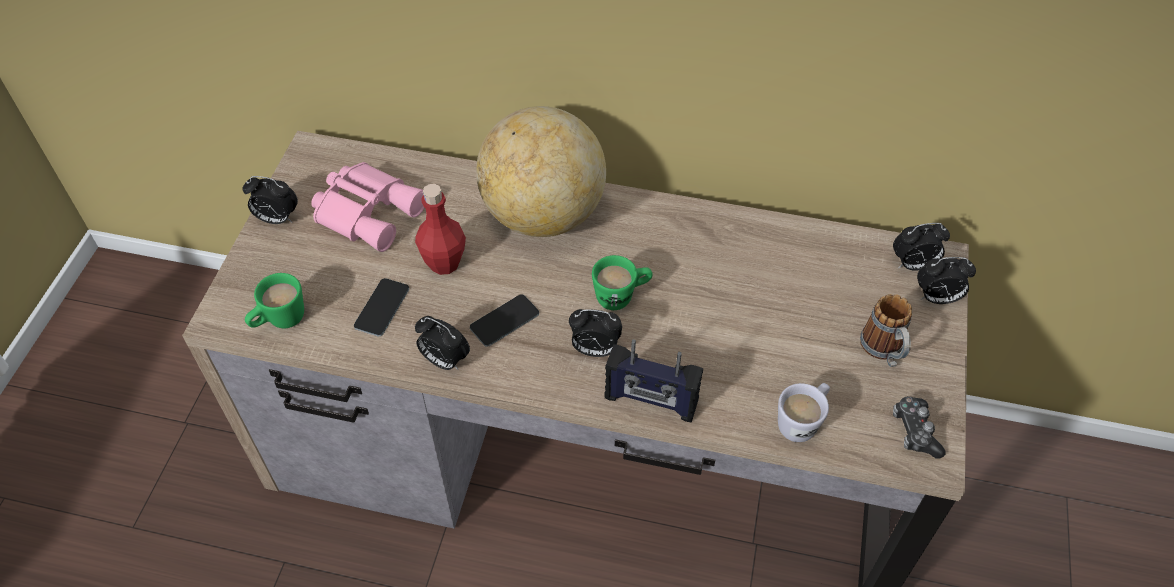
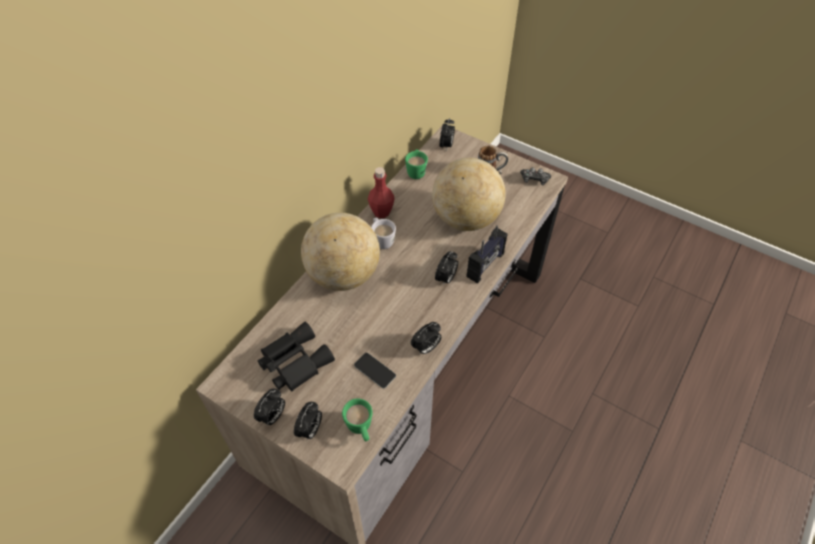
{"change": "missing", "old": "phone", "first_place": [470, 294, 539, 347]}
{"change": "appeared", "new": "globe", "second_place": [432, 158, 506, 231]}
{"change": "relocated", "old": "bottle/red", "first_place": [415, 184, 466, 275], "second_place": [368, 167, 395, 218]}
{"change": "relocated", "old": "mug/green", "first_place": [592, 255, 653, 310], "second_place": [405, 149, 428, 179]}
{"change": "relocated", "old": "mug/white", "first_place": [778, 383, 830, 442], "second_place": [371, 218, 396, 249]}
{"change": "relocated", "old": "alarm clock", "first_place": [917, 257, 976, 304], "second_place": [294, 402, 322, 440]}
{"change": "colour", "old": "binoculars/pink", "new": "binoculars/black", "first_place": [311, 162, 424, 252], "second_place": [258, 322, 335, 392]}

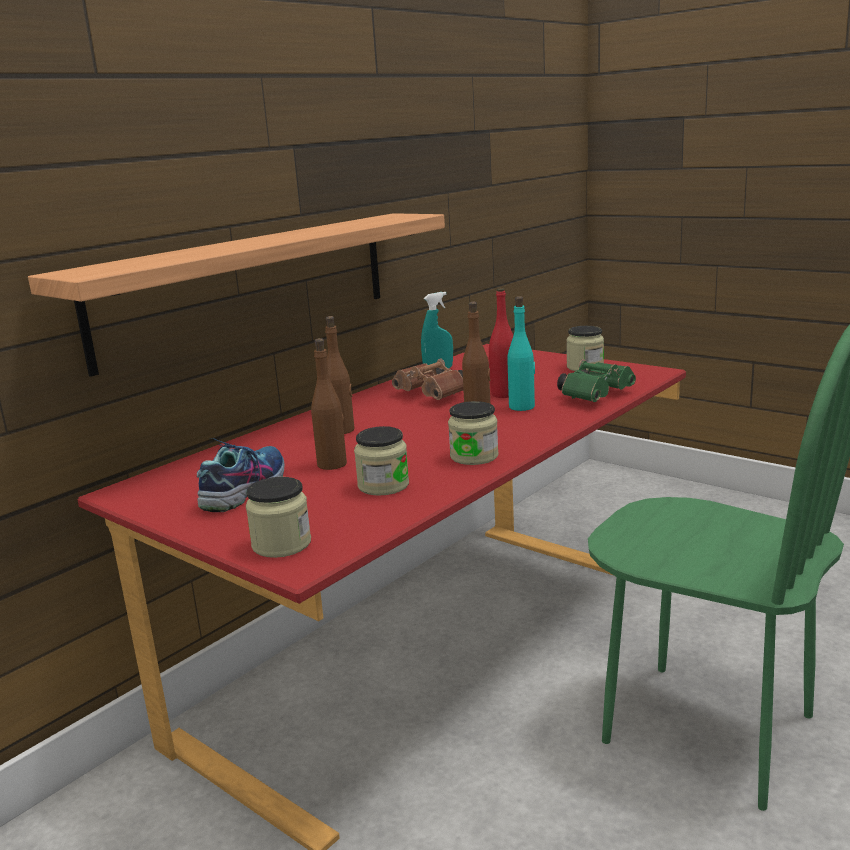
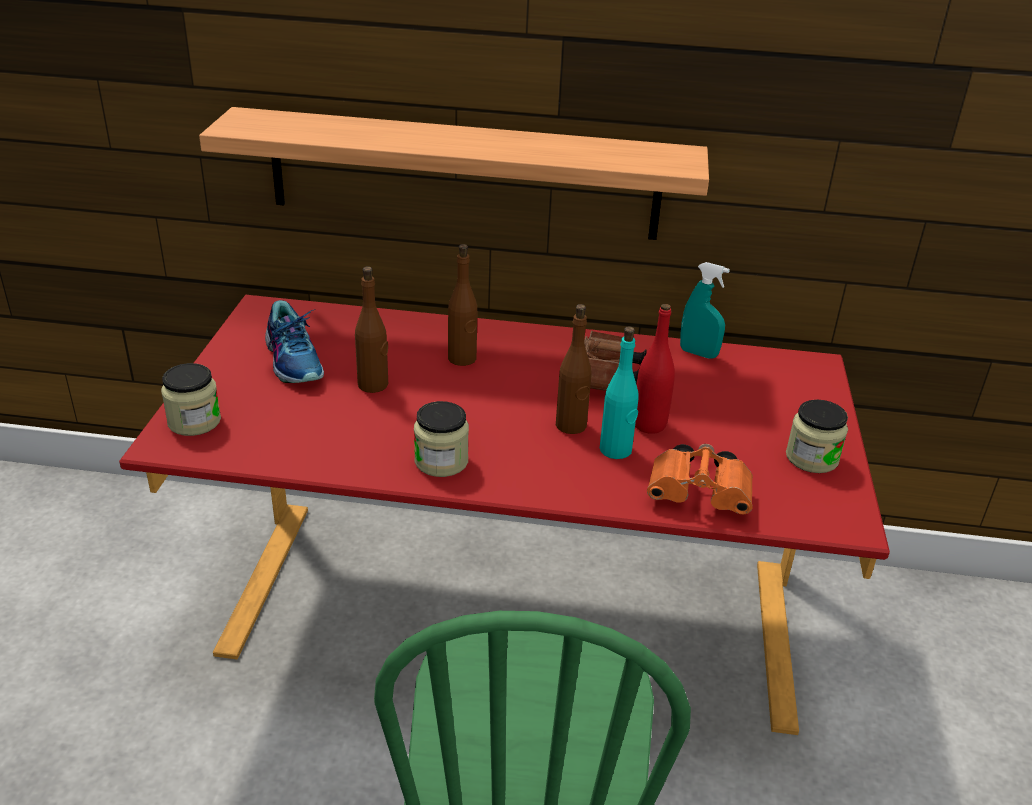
{"change": "missing", "old": "jar", "first_place": [354, 426, 409, 496]}
{"change": "colour", "old": "binoculars/green", "new": "binoculars/orange", "first_place": [557, 359, 636, 402], "second_place": [647, 444, 753, 514]}
{"change": "spun", "old": "shoe", "first_place": [197, 438, 285, 512], "second_place": [265, 300, 324, 383], "degrees": 75}

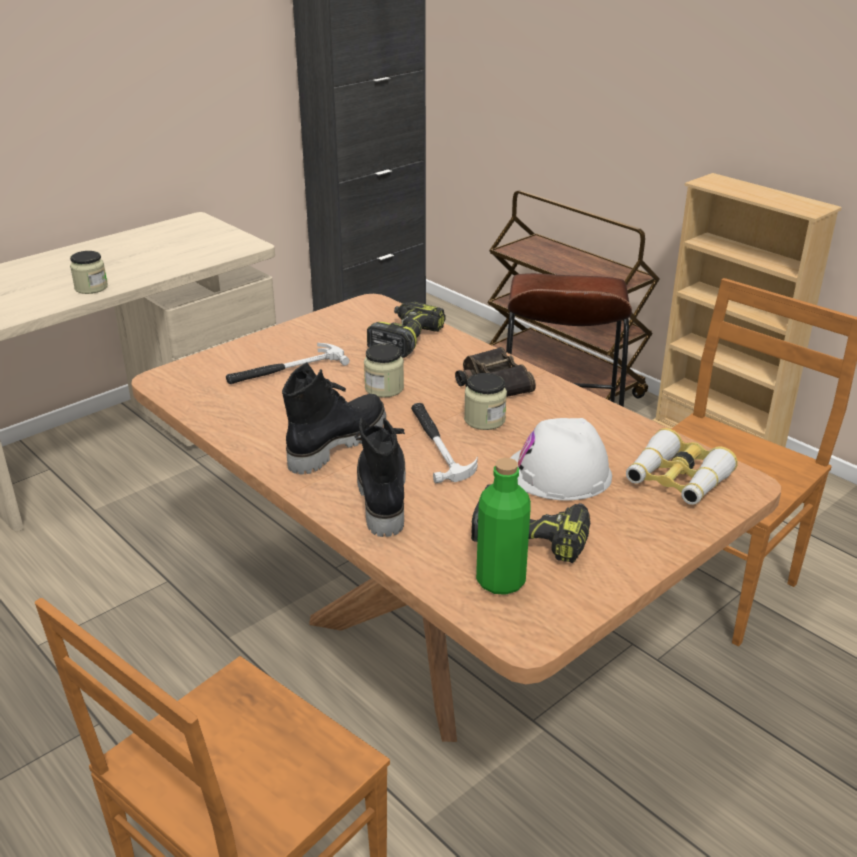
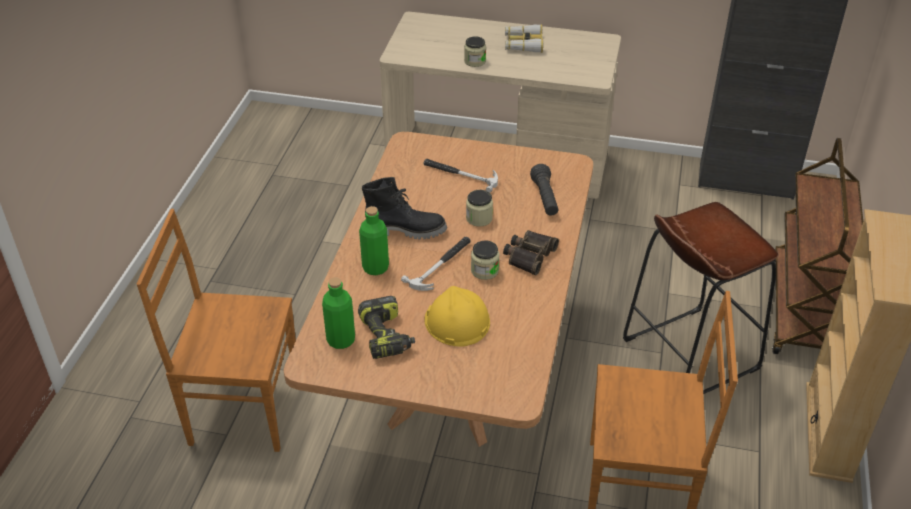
{"change": "relocated", "old": "binoculars", "first_place": [626, 428, 738, 505], "second_place": [505, 24, 543, 53]}
{"change": "exchanged", "old": "boot/black", "new": "bottle/green", "first_place": [355, 418, 406, 537], "second_place": [359, 206, 389, 275]}
{"change": "exchanged", "old": "power drill", "new": "flashlight/black", "first_place": [367, 301, 446, 358], "second_place": [530, 164, 558, 216]}
{"change": "colour", "old": "hard hat/white", "new": "hard hat/yellow", "first_place": [510, 418, 612, 500], "second_place": [424, 286, 490, 347]}

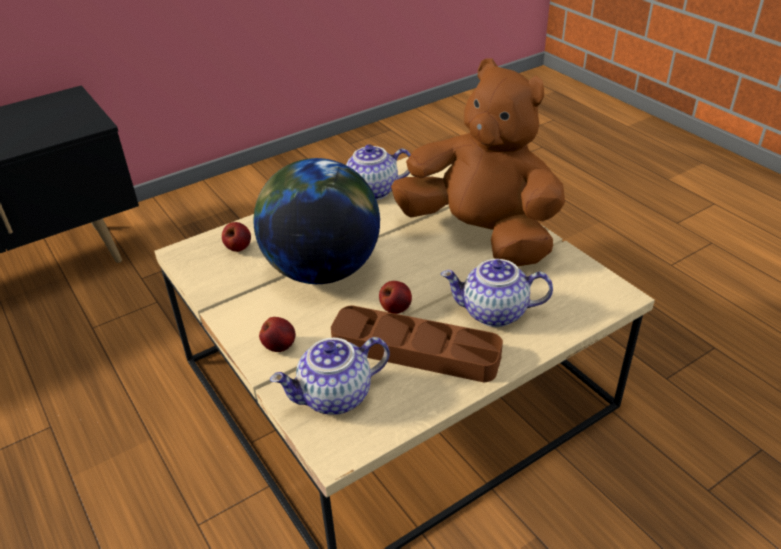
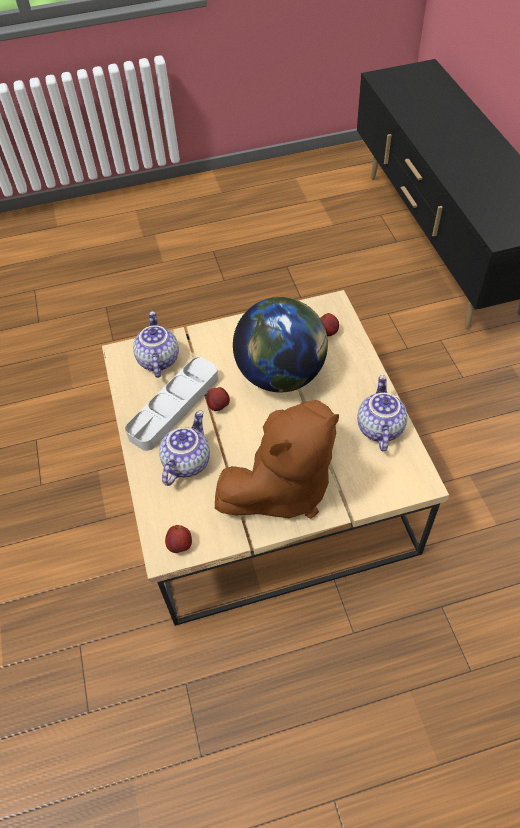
{"change": "relocated", "old": "apple", "first_place": [259, 317, 295, 352], "second_place": [165, 525, 192, 553]}
{"change": "colour", "old": "tray/brown", "new": "tray/grey", "first_place": [331, 305, 503, 382], "second_place": [125, 357, 219, 451]}

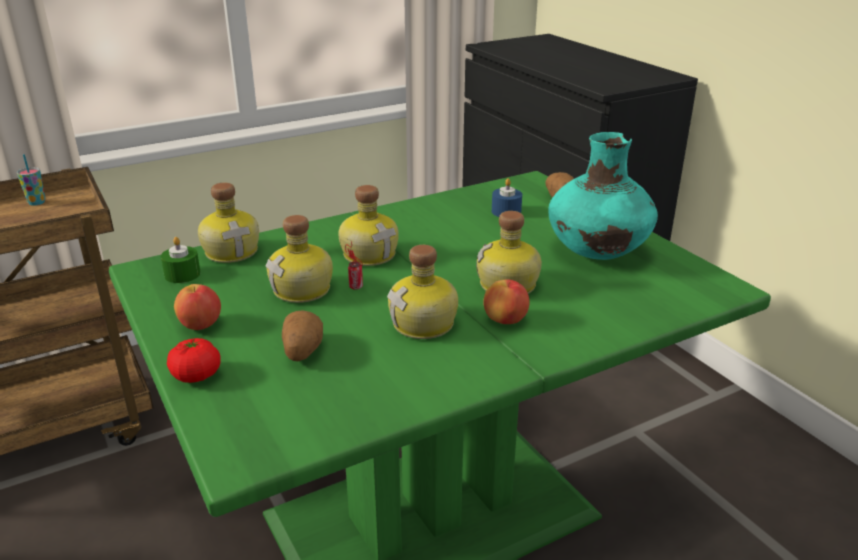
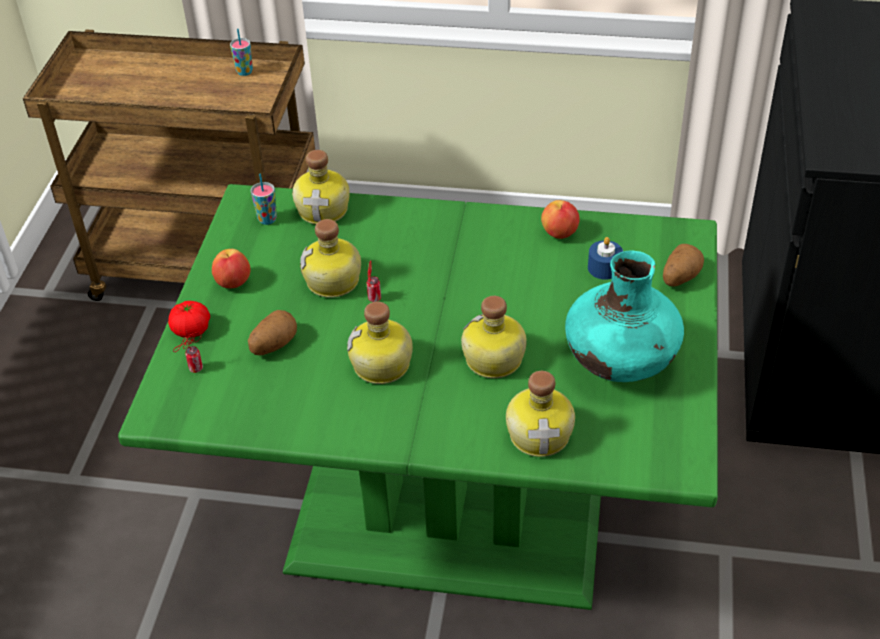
{"change": "appeared", "new": "can", "second_place": [173, 330, 203, 373]}
{"change": "relocated", "old": "bottle", "first_place": [338, 185, 399, 266], "second_place": [506, 371, 575, 457]}
{"change": "relocated", "old": "apple", "first_place": [483, 279, 530, 324], "second_place": [541, 200, 579, 239]}
{"change": "exchanged", "old": "candle/green", "new": "cup", "first_place": [161, 237, 201, 283], "second_place": [251, 173, 277, 225]}

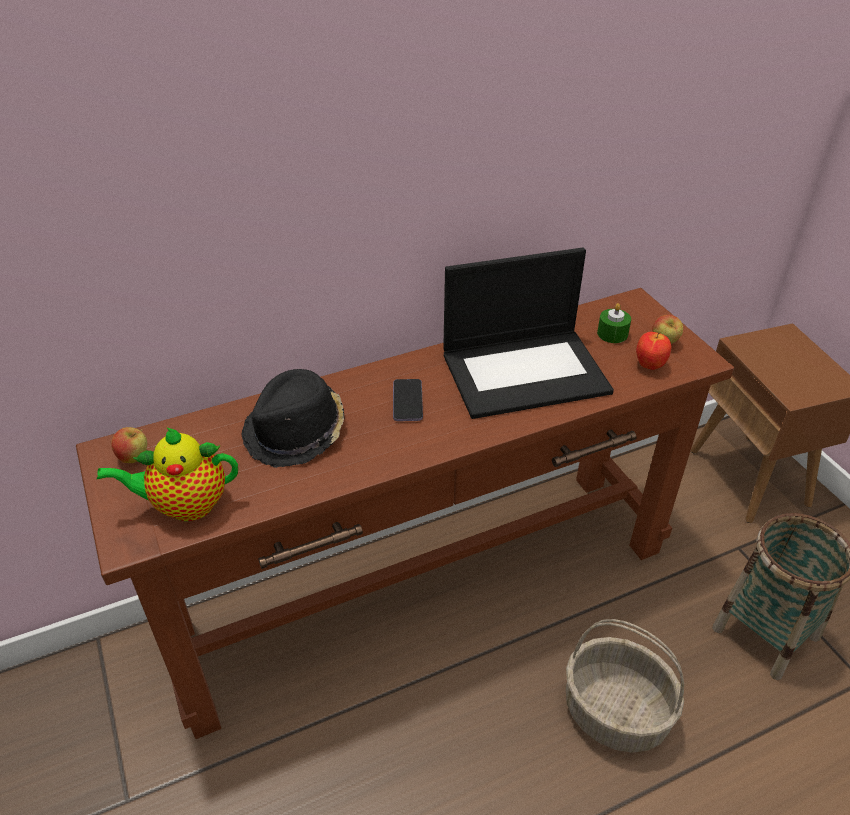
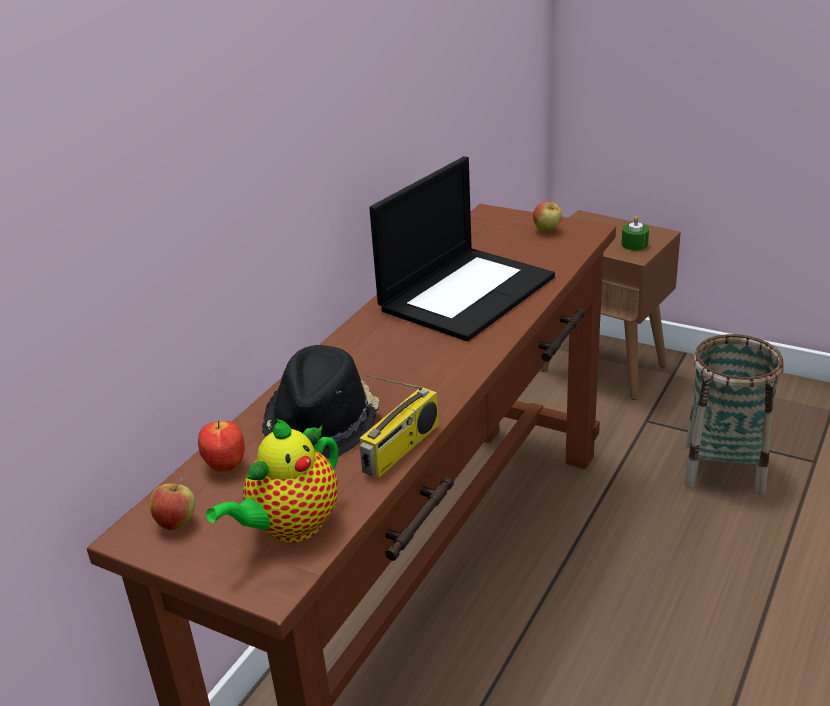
{"change": "missing", "old": "phone", "first_place": [393, 379, 423, 421]}
{"change": "missing", "old": "basket", "first_place": [566, 619, 684, 753]}
{"change": "appeared", "new": "radio", "second_place": [360, 375, 439, 478]}
{"change": "relocated", "old": "candle/green", "first_place": [597, 303, 631, 343], "second_place": [621, 216, 649, 250]}
{"change": "relocated", "old": "apple", "first_place": [636, 332, 671, 370], "second_place": [198, 421, 245, 472]}

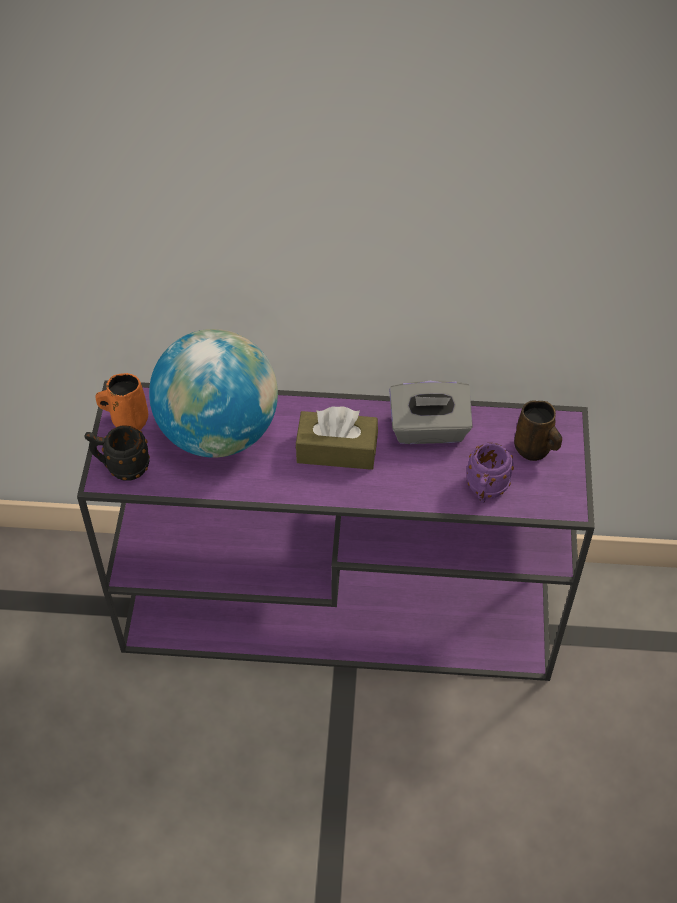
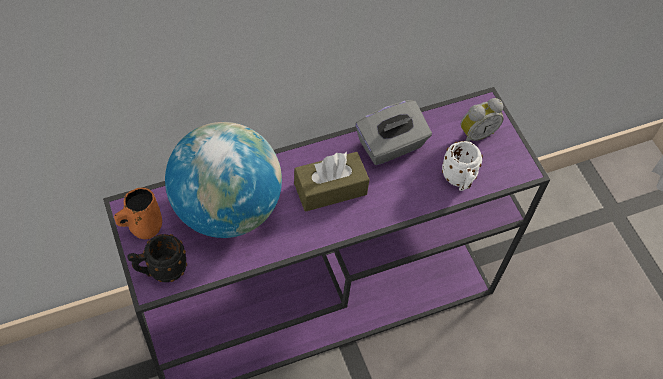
{"change": "exchanged", "old": "mug/brown", "new": "alarm clock", "first_place": [514, 401, 562, 461], "second_place": [461, 98, 504, 142]}
{"change": "colour", "old": "mug/purple", "new": "mug/white", "first_place": [467, 443, 514, 503], "second_place": [442, 141, 483, 191]}

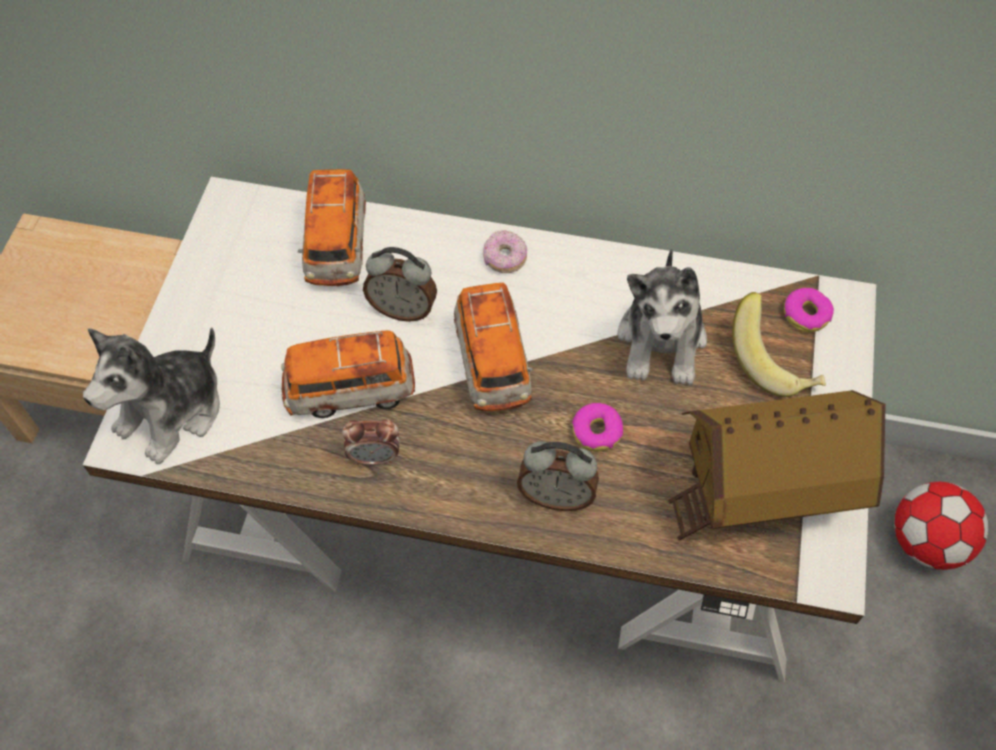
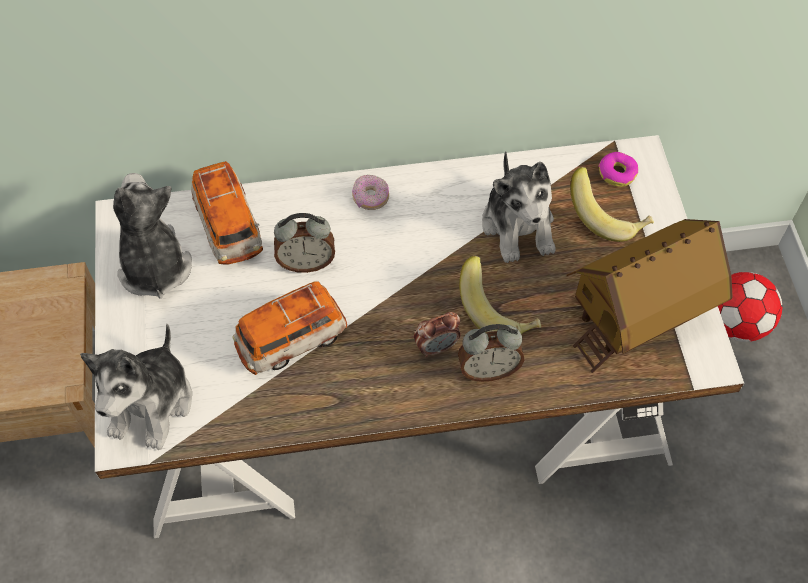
{"change": "missing", "old": "toy car", "first_place": [454, 283, 533, 411]}
{"change": "appeared", "new": "plush toy", "second_place": [113, 173, 192, 299]}
{"change": "relocated", "old": "alarm clock", "first_place": [342, 419, 400, 465], "second_place": [414, 312, 461, 357]}
{"change": "exchanged", "old": "donut", "new": "banana", "first_place": [572, 403, 623, 451], "second_place": [459, 255, 542, 334]}

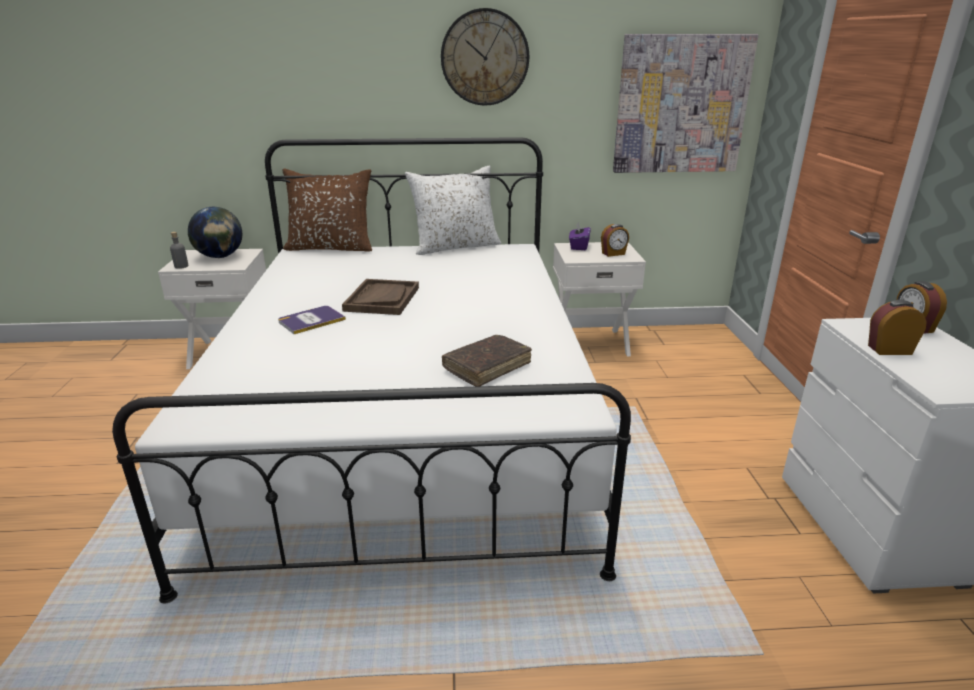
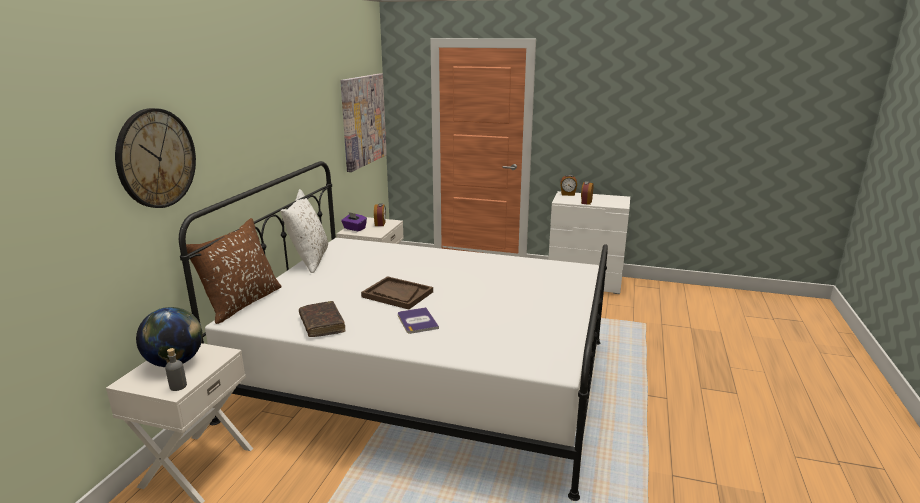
{"change": "relocated", "old": "wall clock", "first_place": [441, 8, 529, 106], "second_place": [115, 108, 196, 208]}
{"change": "relocated", "old": "book/brown", "first_place": [442, 335, 532, 387], "second_place": [299, 301, 346, 337]}

